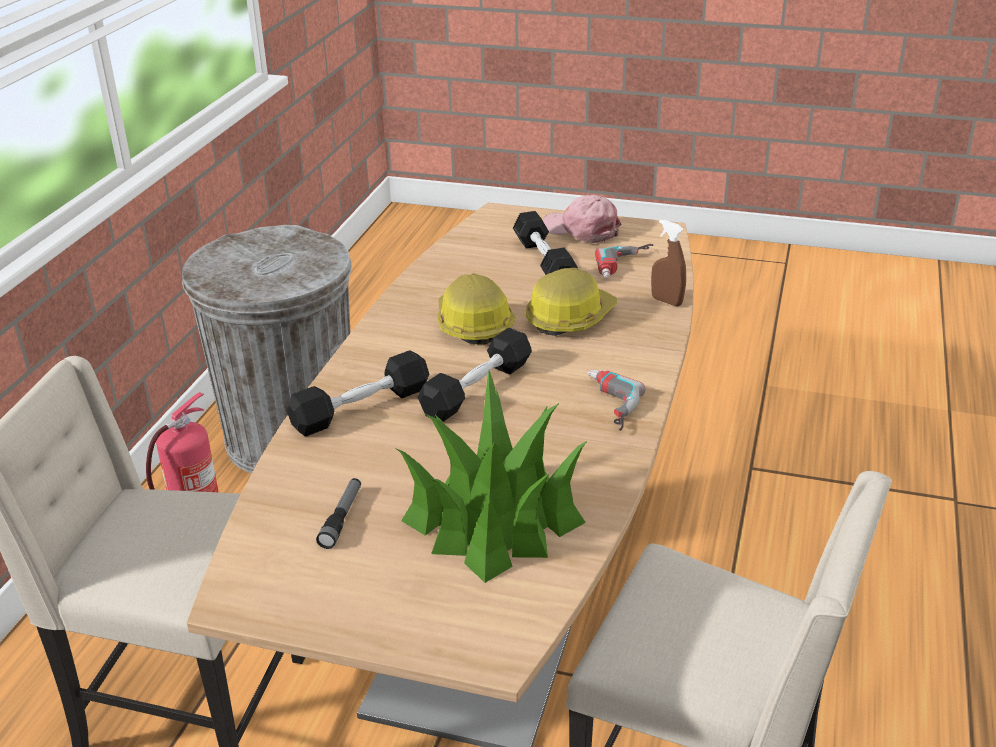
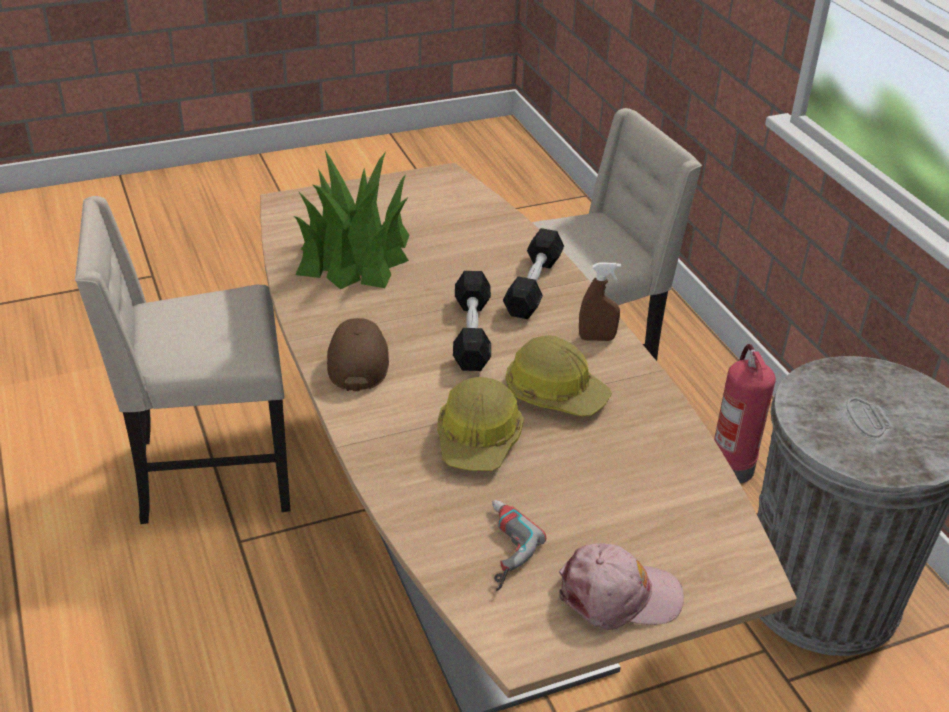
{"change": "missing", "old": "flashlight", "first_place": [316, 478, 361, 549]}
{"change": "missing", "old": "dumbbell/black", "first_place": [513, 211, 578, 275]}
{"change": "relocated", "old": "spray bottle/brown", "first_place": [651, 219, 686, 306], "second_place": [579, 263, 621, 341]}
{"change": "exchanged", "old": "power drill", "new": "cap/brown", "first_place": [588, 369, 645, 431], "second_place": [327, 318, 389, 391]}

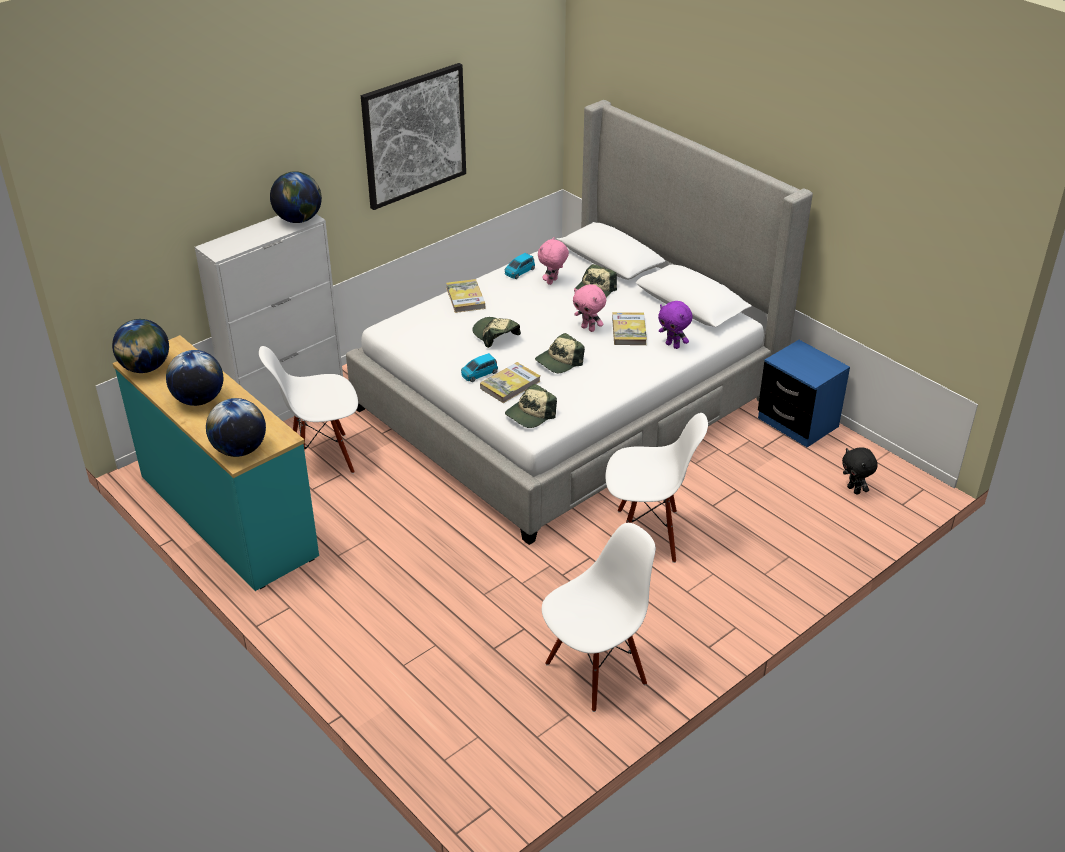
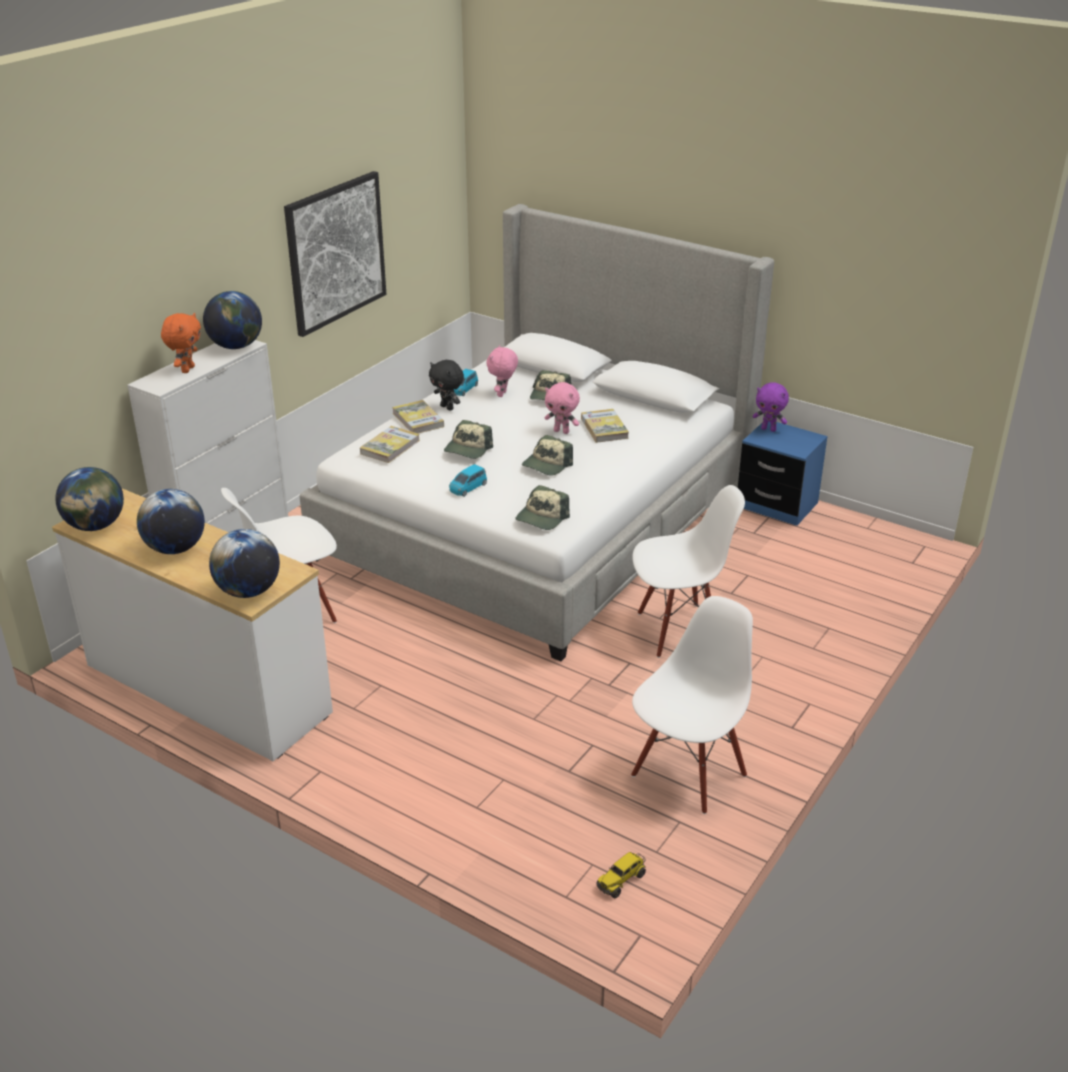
{"change": "appeared", "new": "plush toy/orange", "second_place": [161, 313, 201, 373]}
{"change": "appeared", "new": "toy truck", "second_place": [596, 852, 646, 898]}
{"change": "relocated", "old": "book", "first_place": [480, 362, 541, 403], "second_place": [360, 426, 420, 463]}
{"change": "relocated", "old": "plush toy/purple", "first_place": [658, 301, 693, 349], "second_place": [753, 382, 789, 432]}
{"change": "relocated", "old": "plush toy/black", "first_place": [842, 447, 878, 495], "second_place": [429, 360, 464, 411]}
{"change": "colour", "old": "dresser/turquoise", "new": "dresser/white", "first_place": [112, 335, 319, 591], "second_place": [52, 488, 333, 761]}
{"change": "spun", "old": "cap", "first_place": [472, 317, 521, 348], "second_place": [444, 420, 493, 459], "degrees": -105}

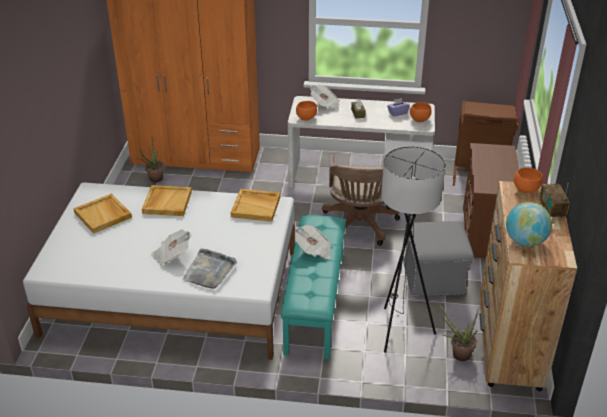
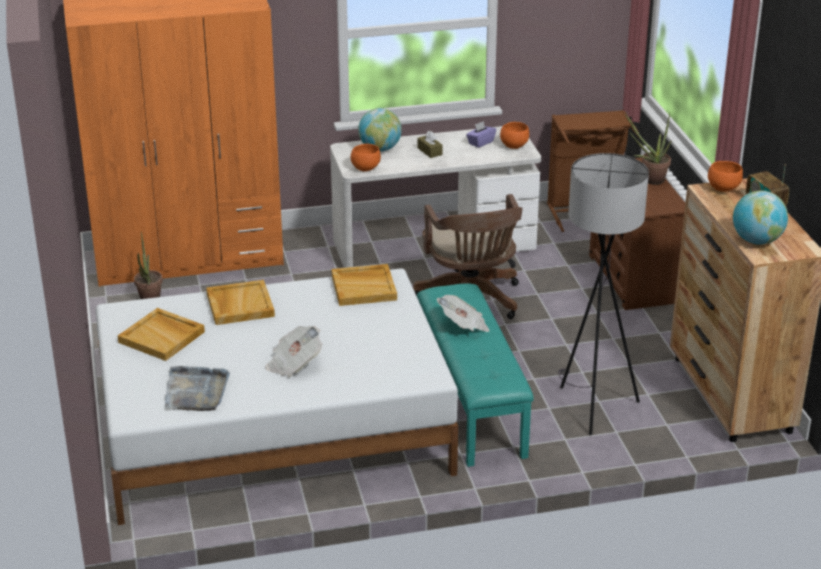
{"change": "missing", "old": "ottoman/grey", "first_place": [403, 221, 474, 297]}
{"change": "relocated", "old": "tray/grey", "first_place": [182, 248, 237, 289], "second_place": [164, 366, 230, 411]}
{"change": "relocated", "old": "potted plant", "first_place": [438, 303, 478, 361], "second_place": [625, 113, 672, 185]}
{"change": "exchanged", "old": "newspaper", "new": "globe", "first_place": [310, 85, 340, 111], "second_place": [358, 108, 402, 151]}

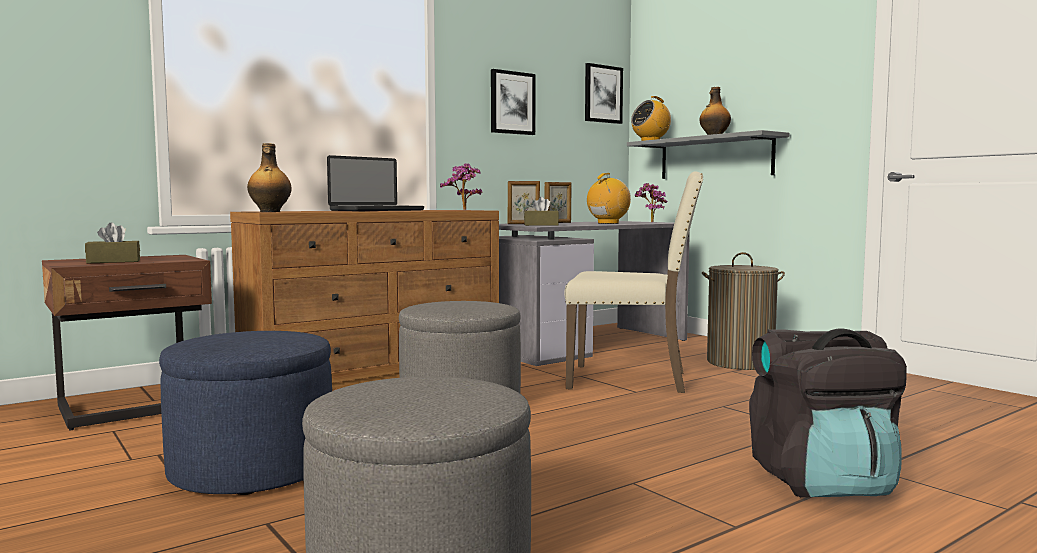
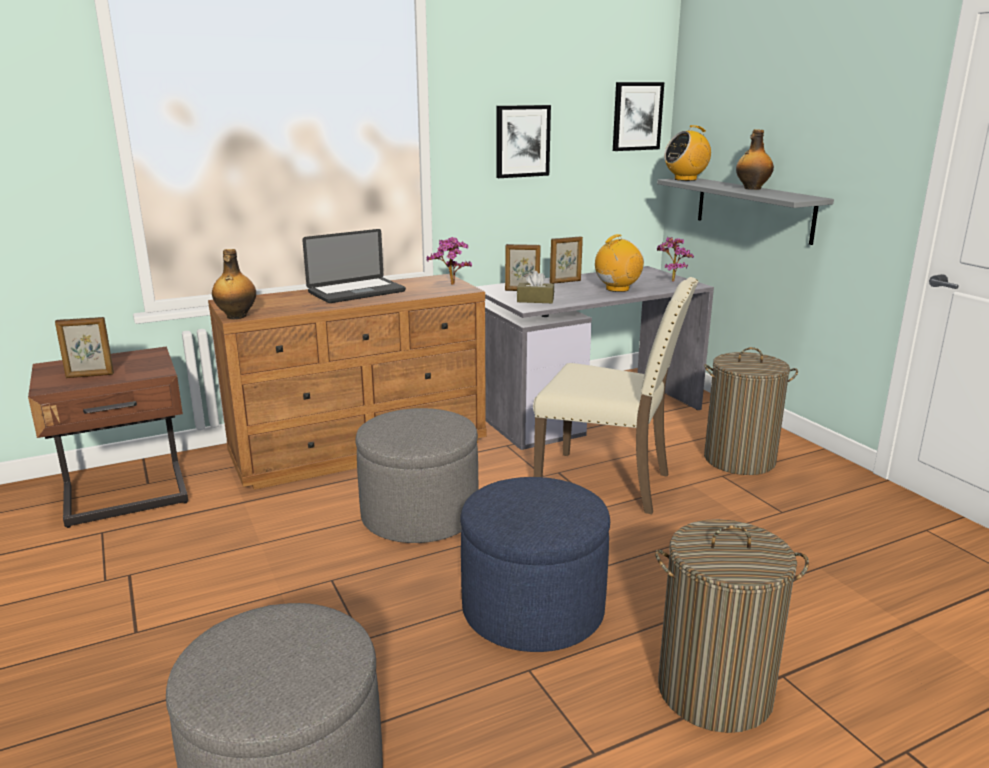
{"change": "relocated", "old": "ottoman/blue", "first_place": [159, 331, 332, 495], "second_place": [461, 477, 610, 652]}
{"change": "exchanged", "old": "tissue box/brown", "new": "picture frame", "first_place": [85, 222, 140, 263], "second_place": [55, 317, 114, 378]}
{"change": "exchanged", "old": "backpack/black", "new": "laundry basket", "first_place": [749, 329, 907, 497], "second_place": [655, 519, 809, 733]}

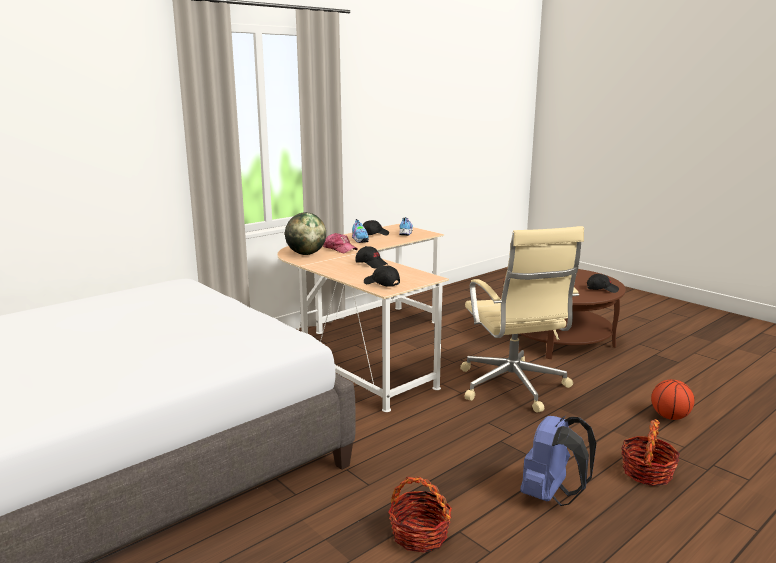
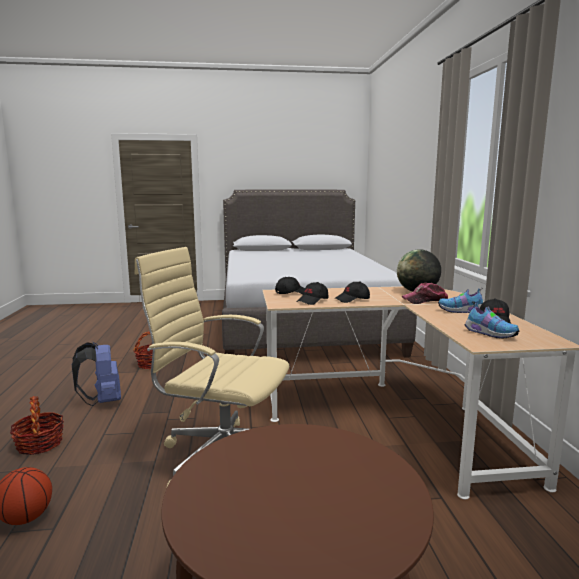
{"change": "relocated", "old": "cap/black", "first_place": [587, 274, 619, 293], "second_place": [297, 282, 328, 305]}

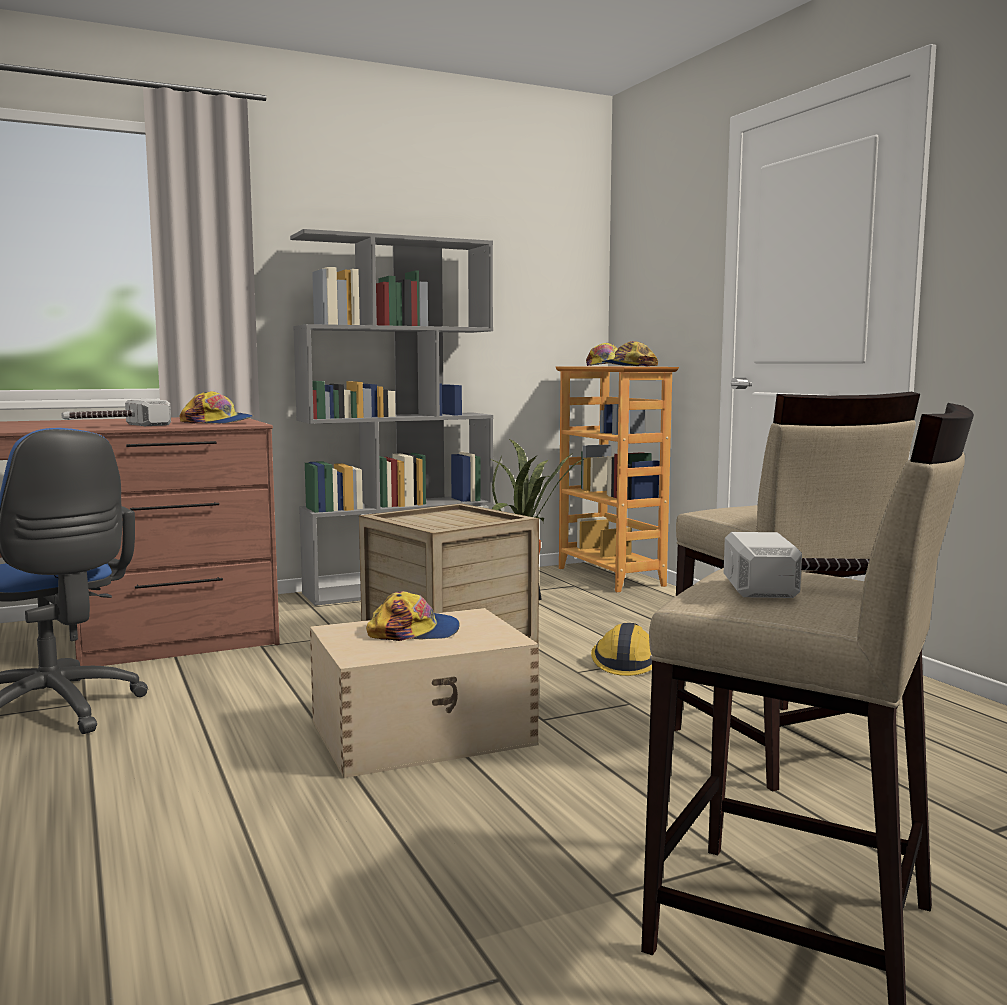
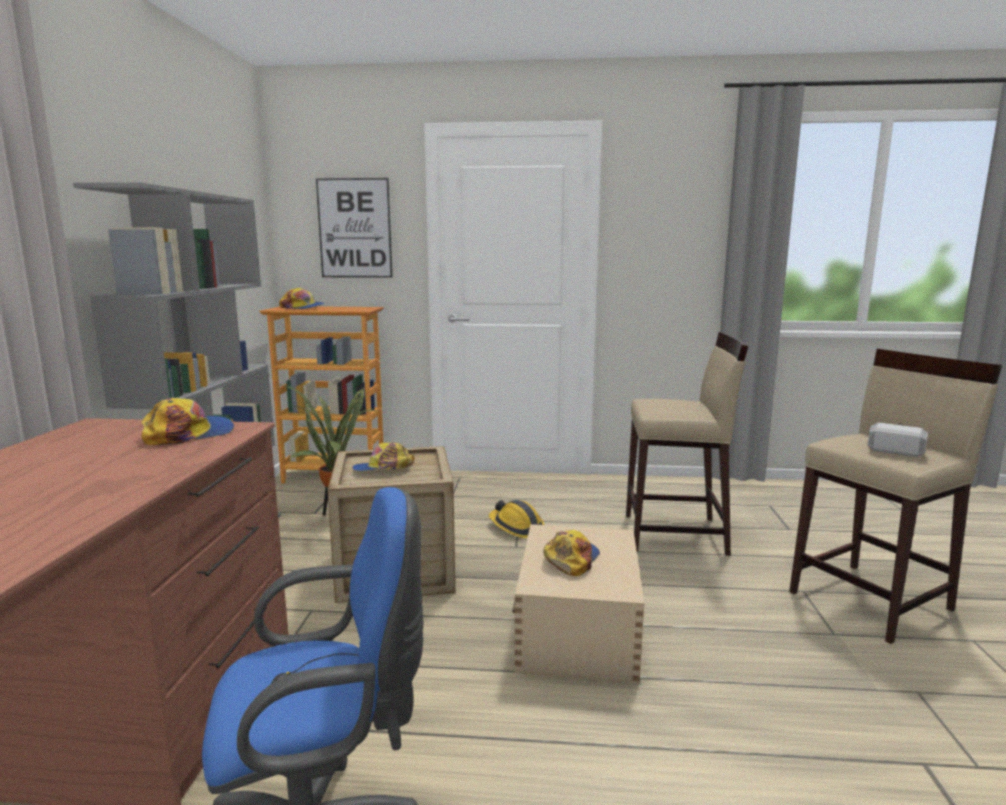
{"change": "missing", "old": "hammer", "first_place": [62, 399, 171, 426]}
{"change": "appeared", "new": "picture", "second_place": [316, 178, 393, 278]}
{"change": "relocated", "old": "cap", "first_place": [601, 341, 658, 366], "second_place": [352, 443, 415, 471]}

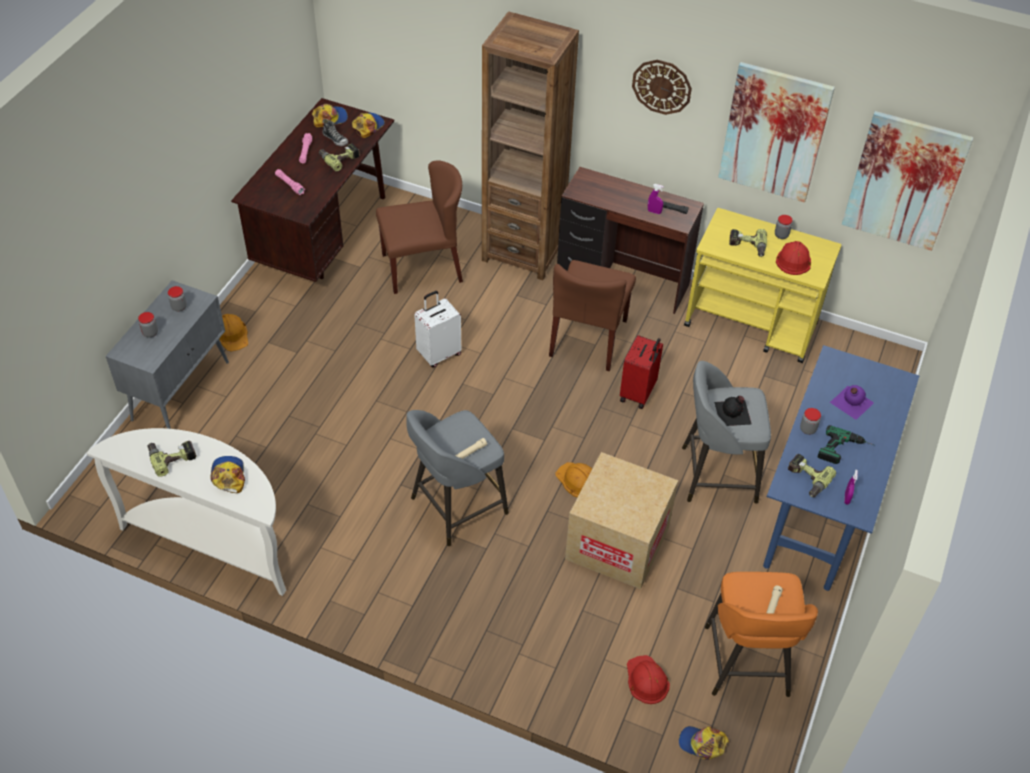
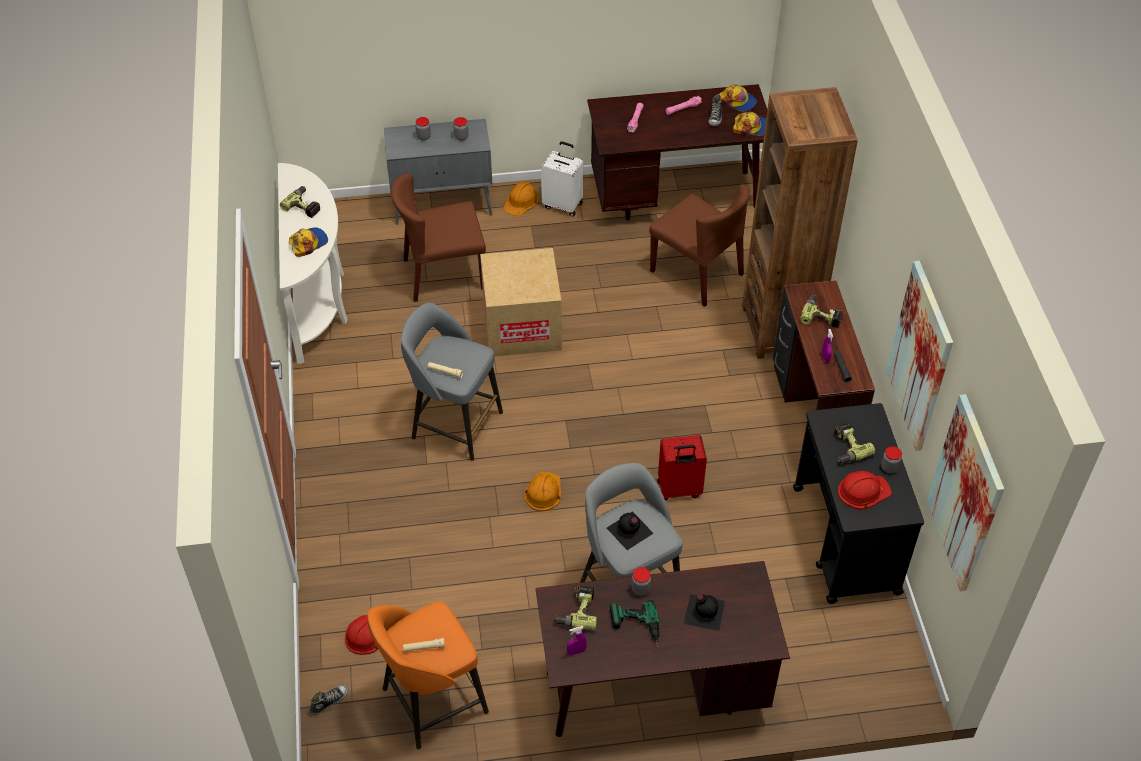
{"change": "missing", "old": "wall clock", "first_place": [632, 60, 692, 115]}
{"change": "relocated", "old": "power drill", "first_place": [319, 143, 360, 172], "second_place": [800, 295, 844, 328]}
{"change": "relocated", "old": "suitcase/white", "first_place": [414, 291, 461, 367], "second_place": [541, 141, 583, 217]}
{"change": "relocated", "old": "chair/brown", "first_place": [549, 260, 636, 371], "second_place": [391, 173, 486, 302]}
{"change": "relocated", "old": "cardboard box", "first_place": [565, 452, 678, 589], "second_place": [480, 248, 562, 356]}
{"change": "exchanged", "old": "cap", "new": "shoe", "first_place": [679, 726, 729, 760], "second_place": [310, 685, 349, 715]}
{"change": "colour", "old": "cart/yellow", "new": "cart/black", "first_place": [684, 208, 842, 363], "second_place": [793, 403, 924, 604]}
{"change": "colour", "old": "desk/blue", "new": "desk/brown", "first_place": [763, 345, 920, 591], "second_place": [535, 561, 790, 737]}
{"change": "colour", "old": "bottle/purple", "new": "bottle/black", "first_place": [830, 385, 874, 420], "second_place": [684, 594, 725, 631]}

